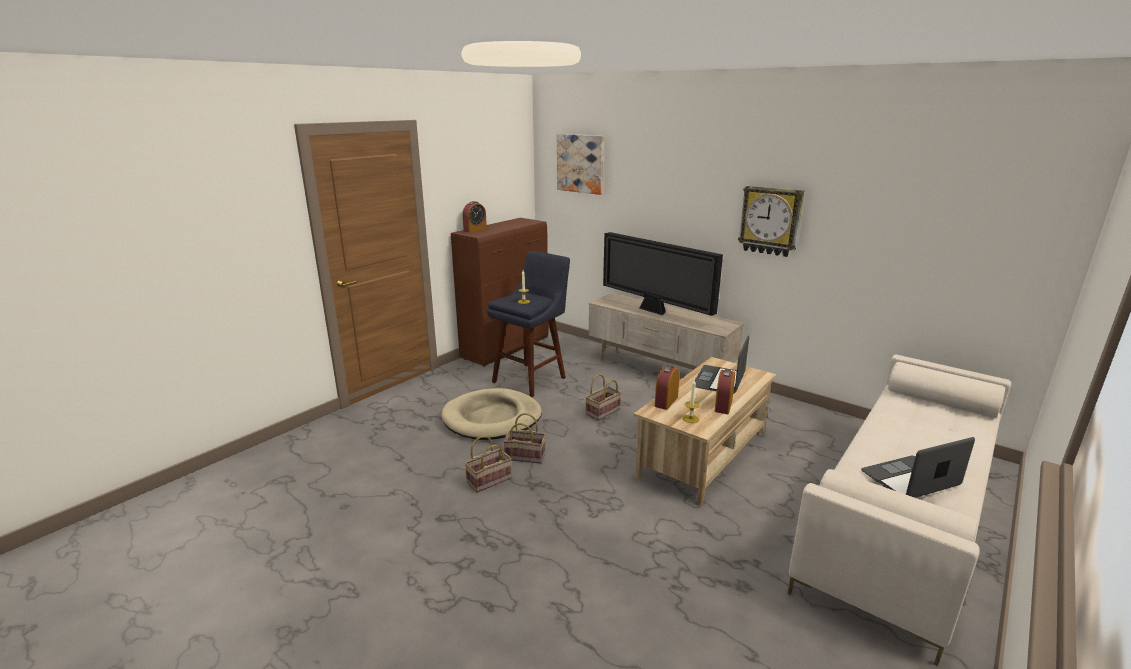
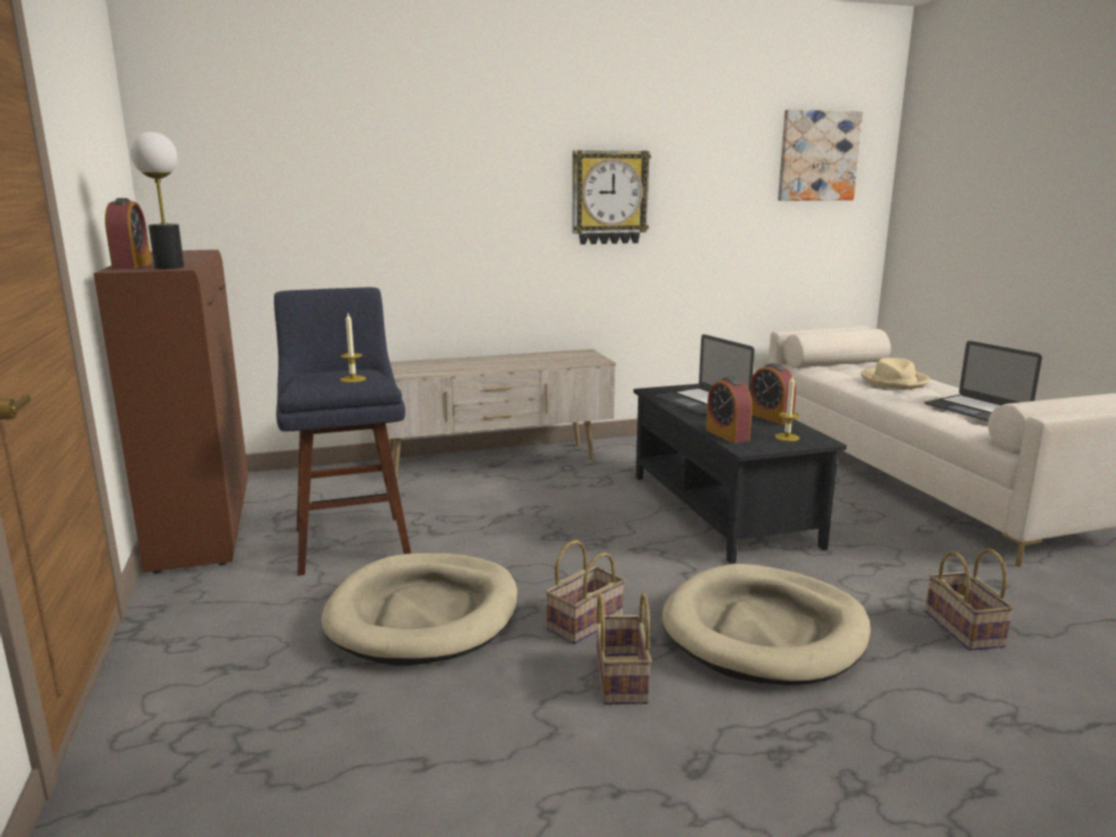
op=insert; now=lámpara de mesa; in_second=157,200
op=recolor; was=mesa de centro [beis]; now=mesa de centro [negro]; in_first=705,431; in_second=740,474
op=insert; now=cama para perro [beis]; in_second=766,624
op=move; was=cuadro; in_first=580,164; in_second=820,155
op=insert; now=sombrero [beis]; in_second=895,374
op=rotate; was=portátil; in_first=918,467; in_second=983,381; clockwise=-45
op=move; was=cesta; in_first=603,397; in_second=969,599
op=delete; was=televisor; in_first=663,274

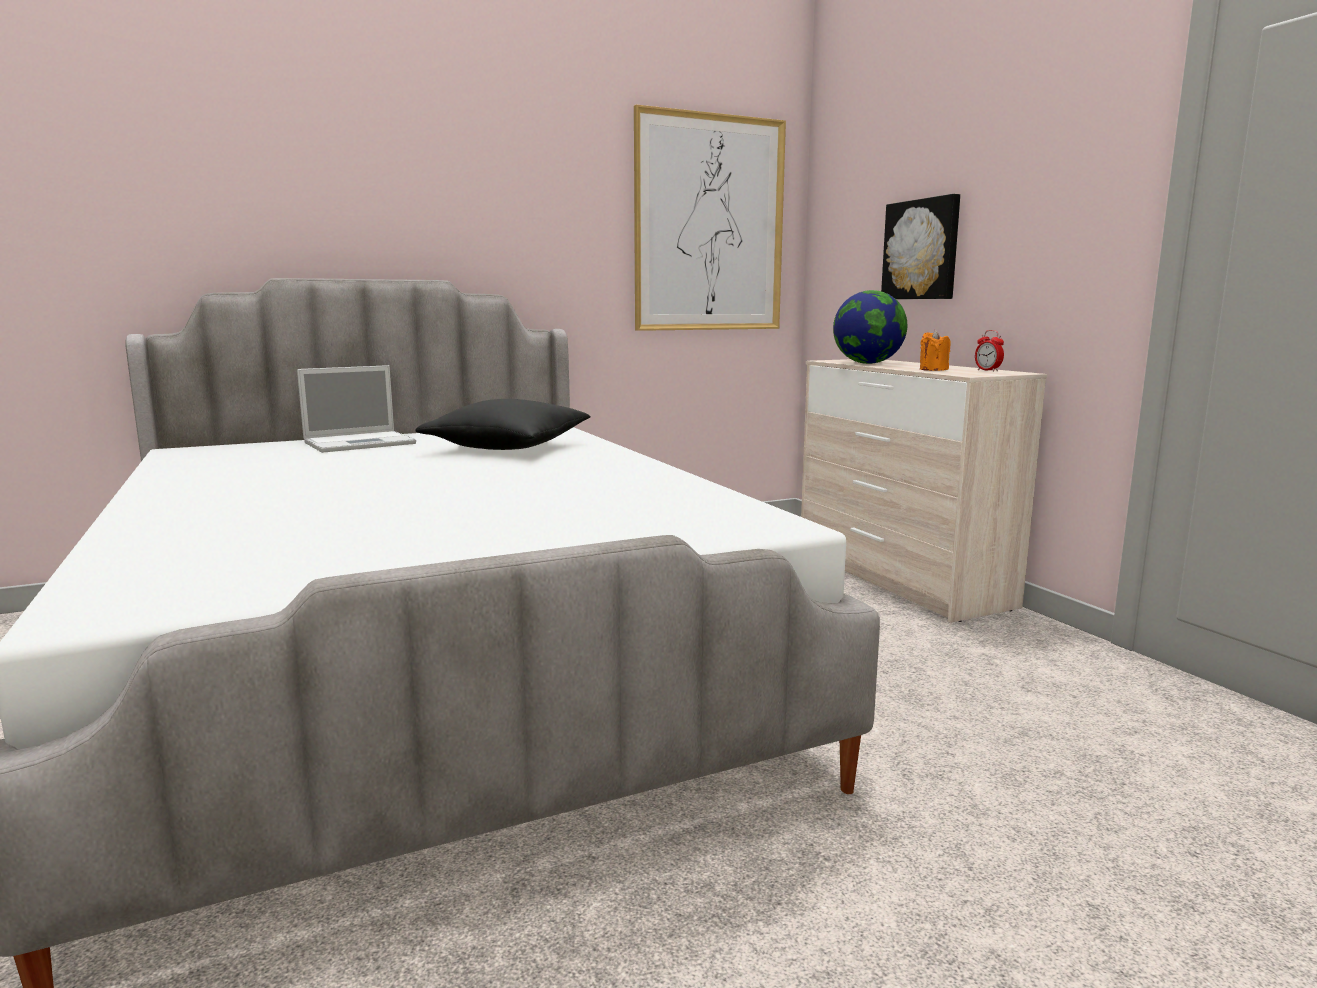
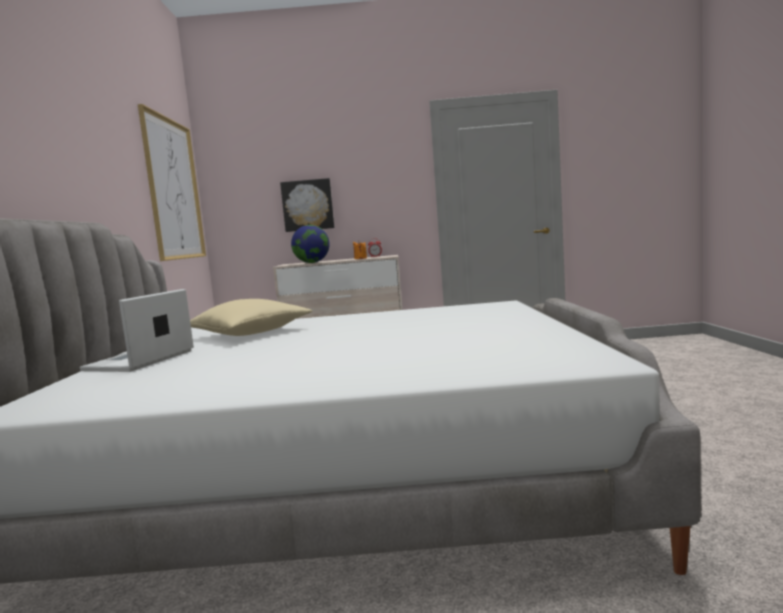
op=rotate; was=portátil; in_first=356,409; in_second=136,330; clockwise=-150
op=recolor; was=cojín [negro]; now=cojín [beis]; in_first=503,424; in_second=251,317

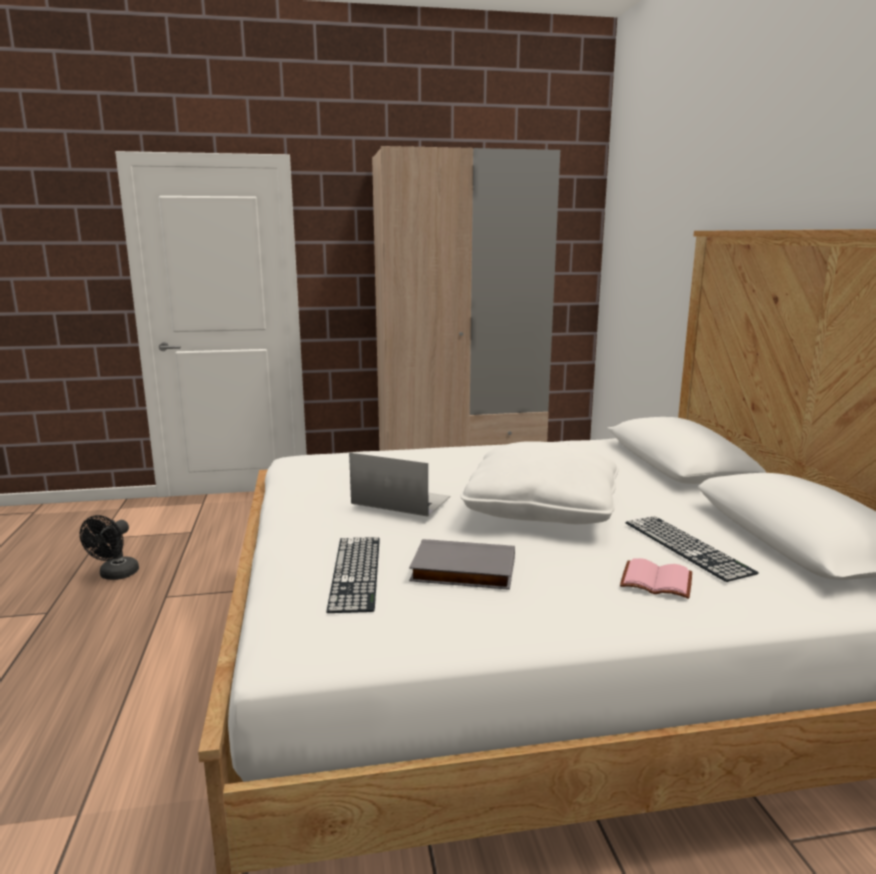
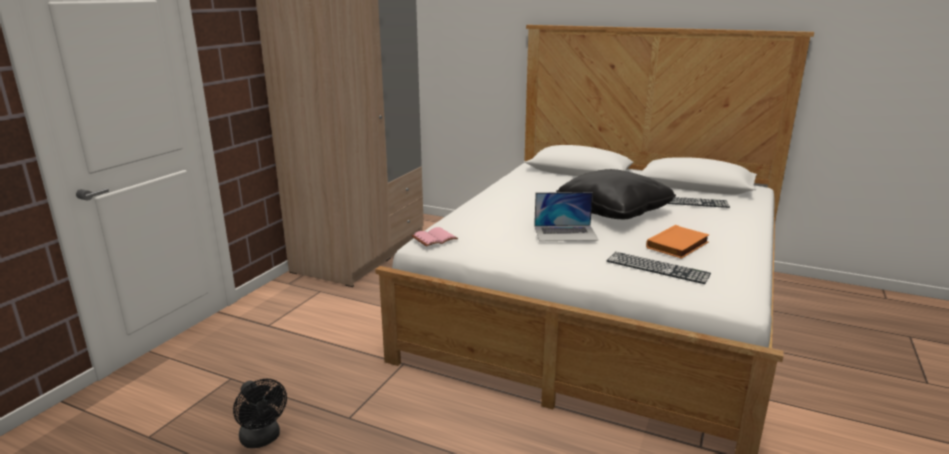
op=move; was=libro [rosa]; in_first=656,578; in_second=435,237
op=rotate; was=portátil; in_first=400,484; in_second=566,216; clockwise=-150
op=recolor; was=cojín [blanco]; now=cojín [negro]; in_first=539,482; in_second=616,194
op=recolor; was=libro [gris]; now=libro [naranja]; in_first=462,564; in_second=677,242

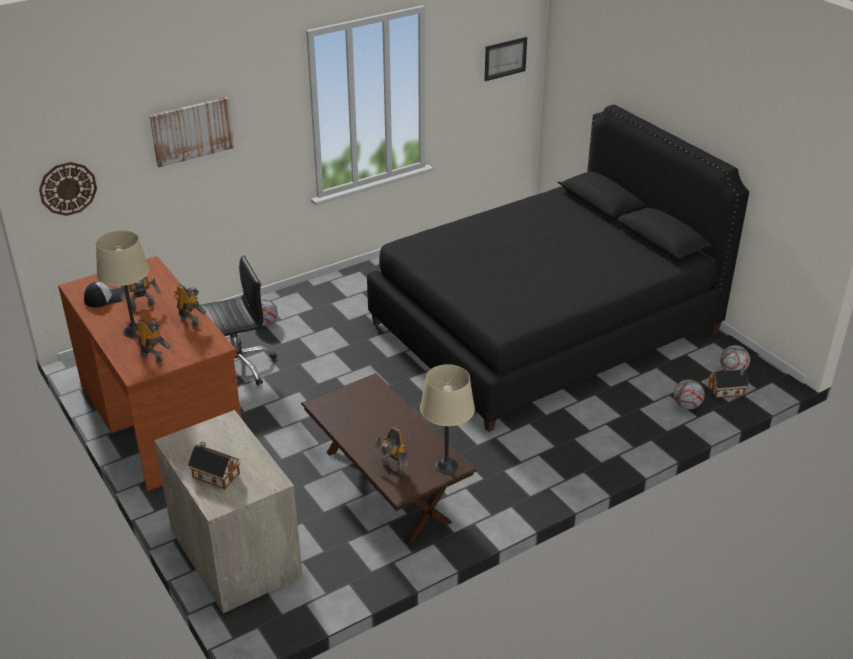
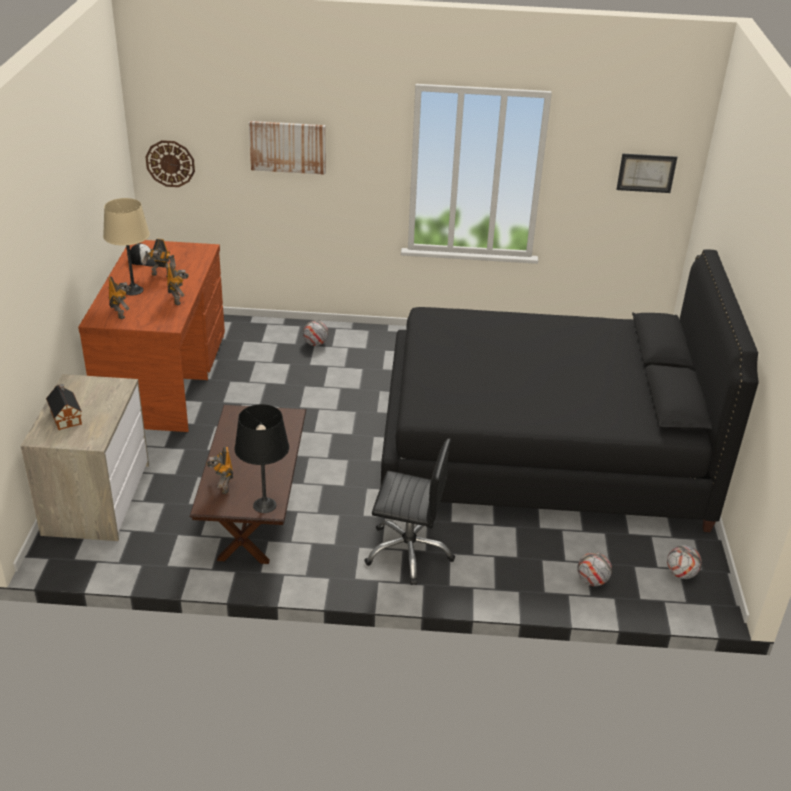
op=recolor; was=lámpara de mesa [beis]; now=lámpara de mesa [negro]; in_first=447,419; in_second=261,458
op=move; was=silla de oficina [negro]; in_first=238,320; in_second=409,512
op=delete; was=casita; in_first=728,383

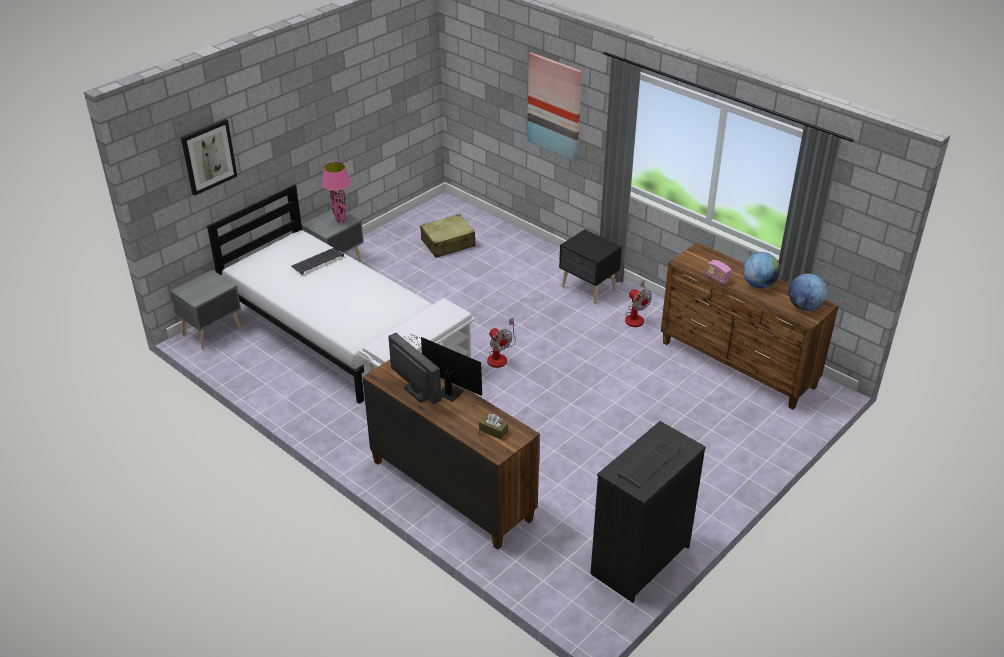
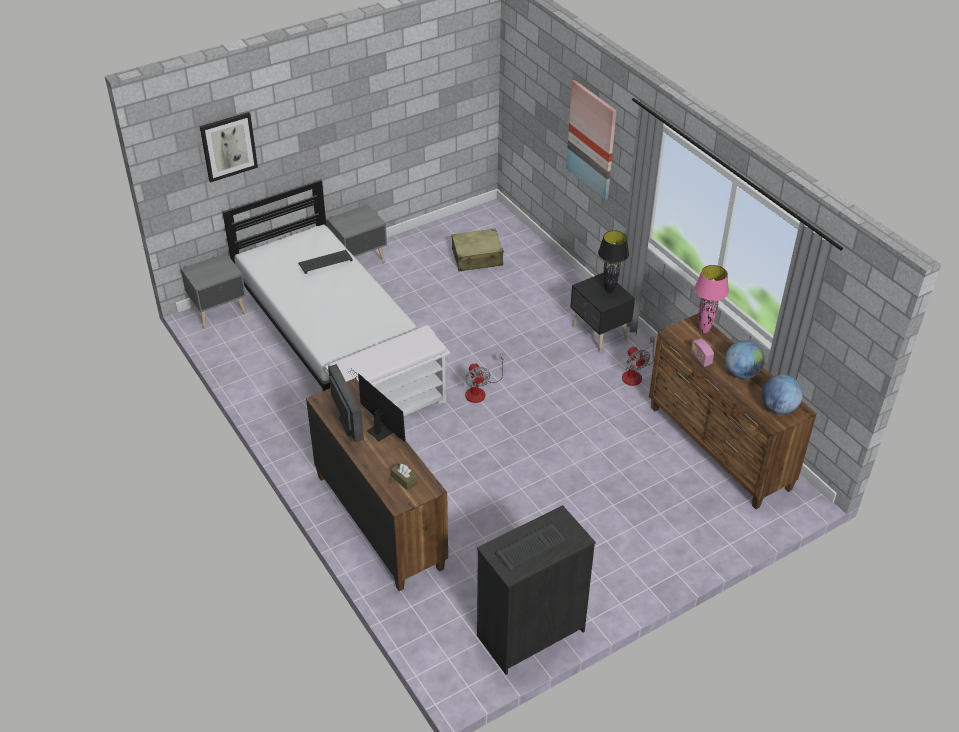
op=insert; now=lámpara de mesa [negro]; in_second=613,261
op=move; was=lámpara de mesa [rosa]; in_first=336,192; in_second=711,299

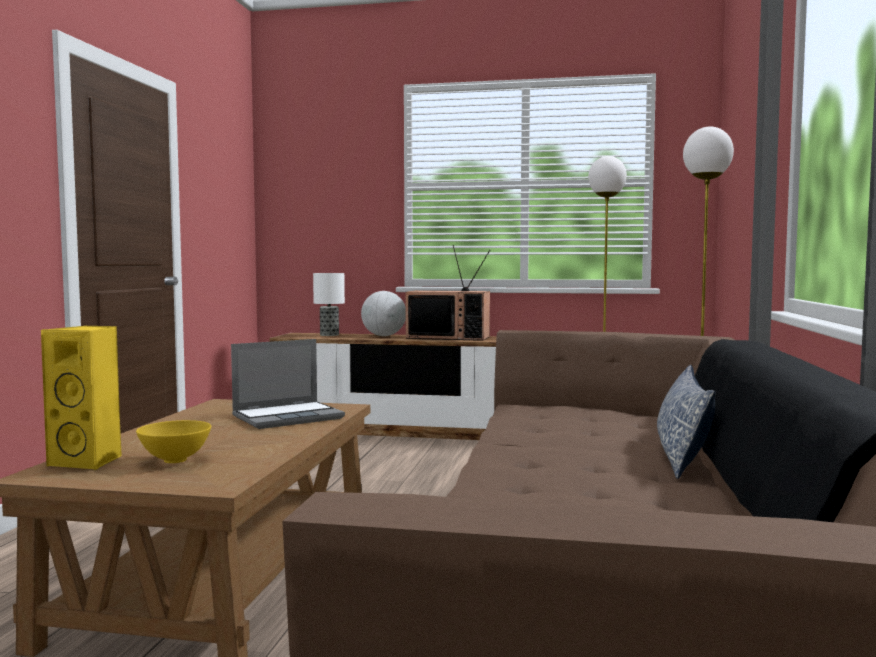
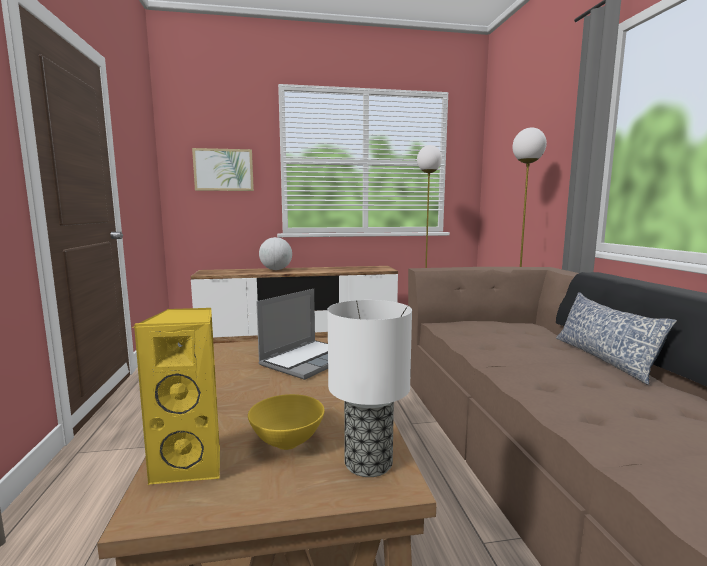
op=insert; now=cuadro; in_second=223,169
op=move; was=lámpara de mesa; in_first=329,304; in_second=369,388
op=delete; was=televisor; in_first=447,293

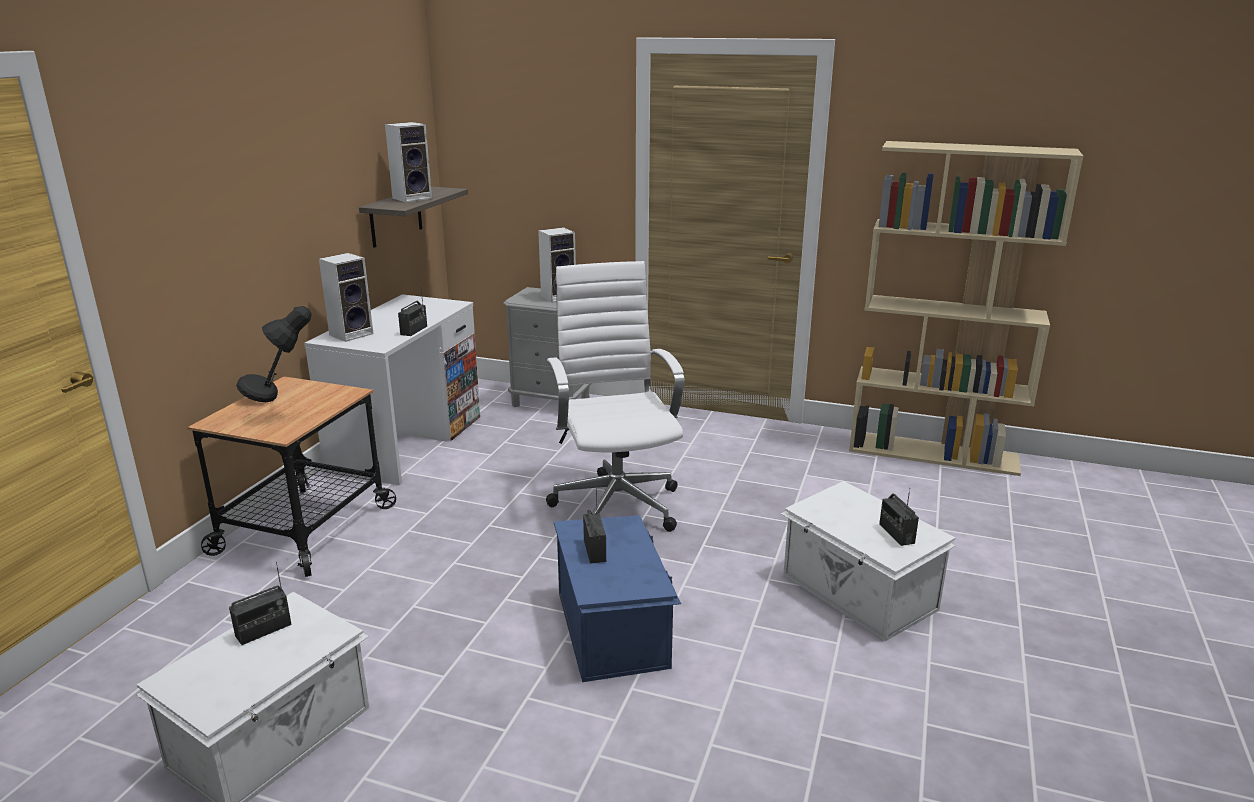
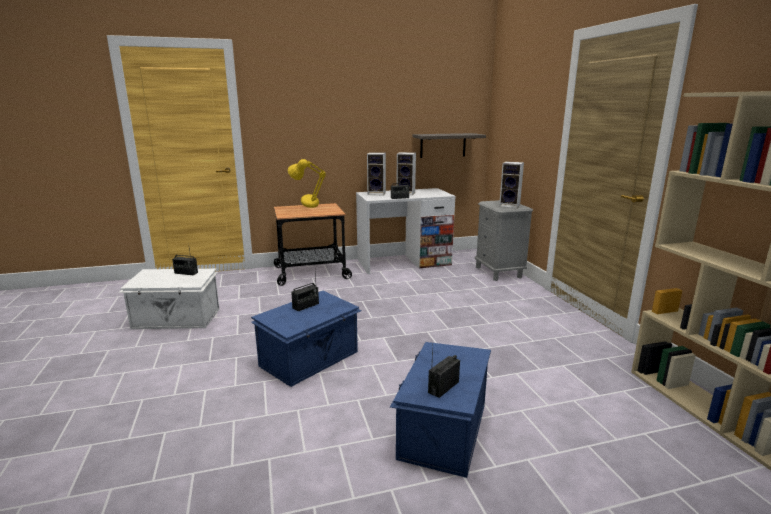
op=recolor; was=lámpara de mesa [negro]; now=lámpara de mesa [amarillo]; in_first=274,354; in_second=307,183
op=recolor; was=caja de almacenaje [blanco]; now=caja de almacenaje [azul]; in_first=868,561; in_second=440,410
op=move; was=altavoz; in_first=408,162; in_second=406,173
op=delete; was=silla de oficina [blanco]; in_first=615,396

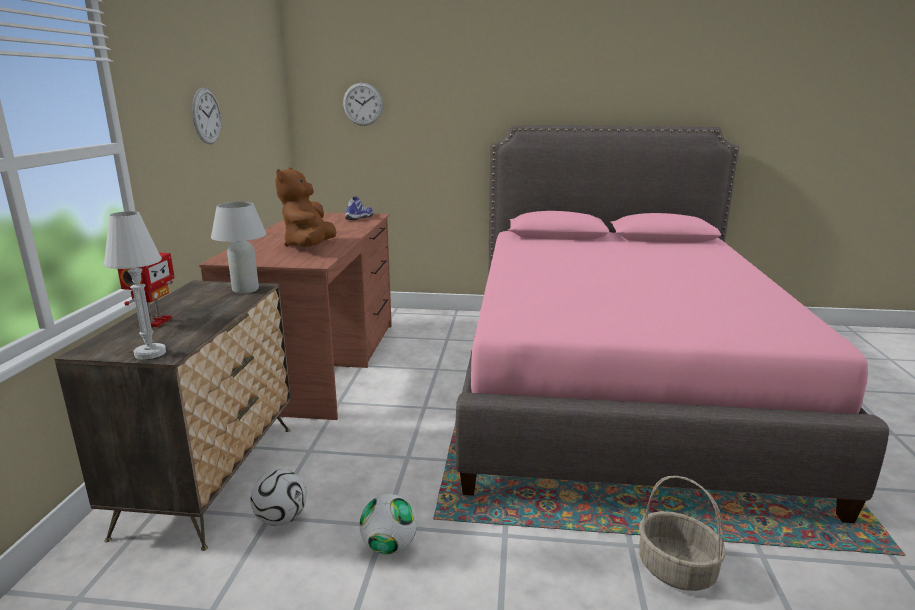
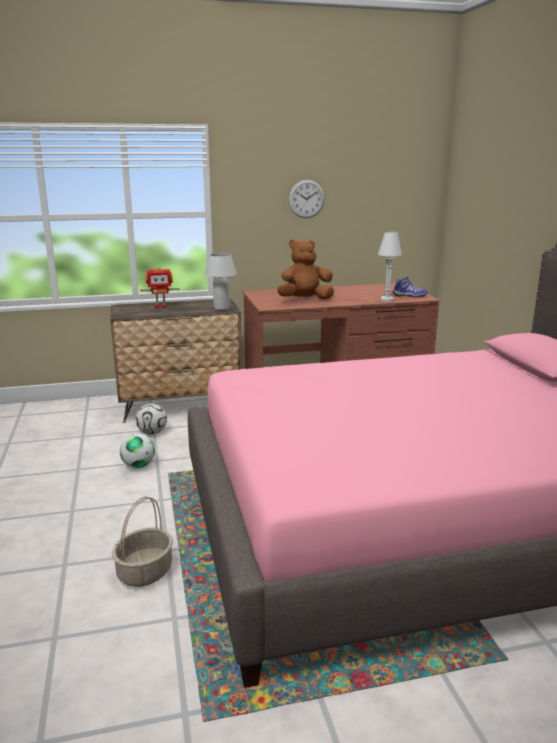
op=move; was=lámpara de mesa [blanco]; in_first=135,285; in_second=390,266
op=delete; was=reloj de pared; in_first=363,104

